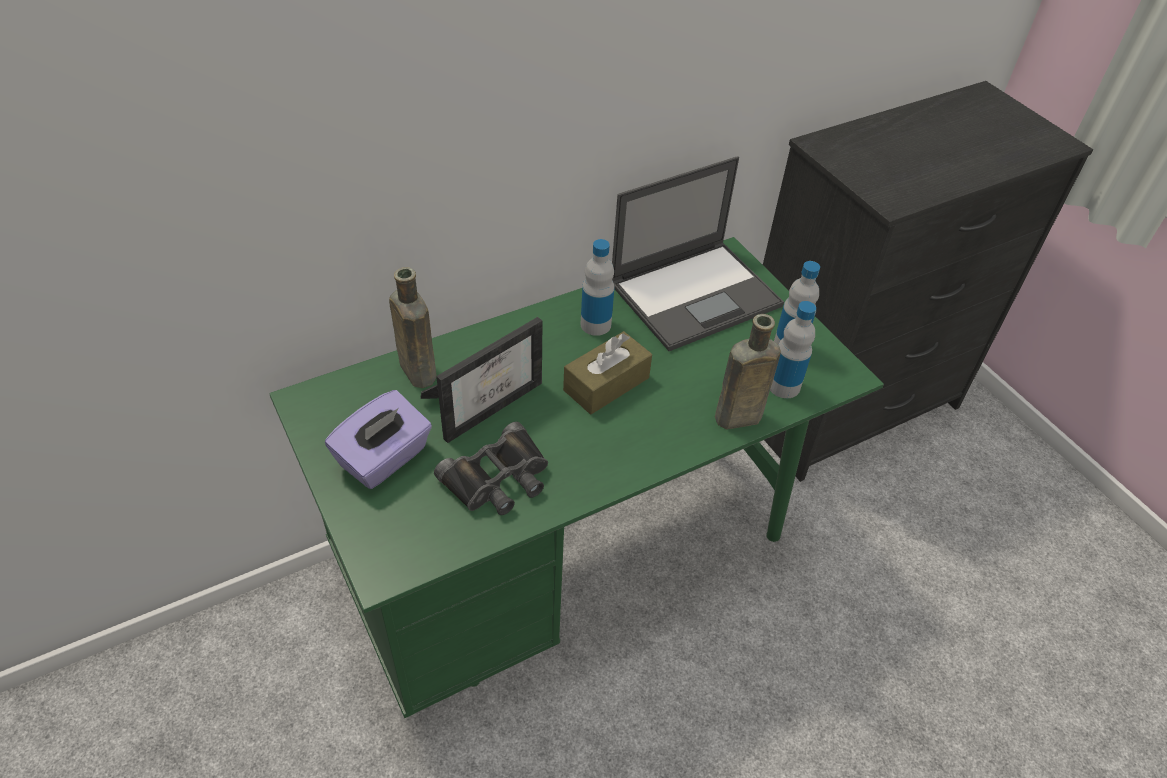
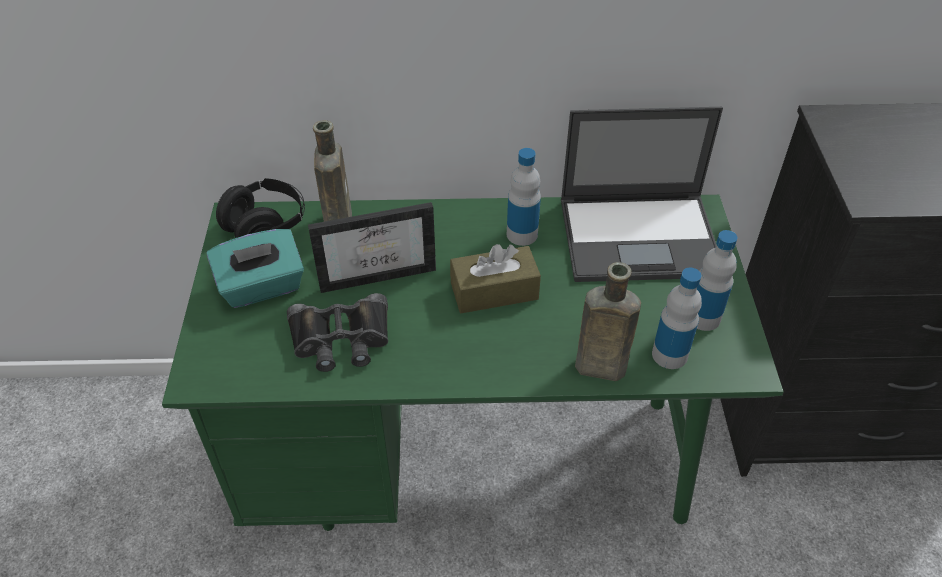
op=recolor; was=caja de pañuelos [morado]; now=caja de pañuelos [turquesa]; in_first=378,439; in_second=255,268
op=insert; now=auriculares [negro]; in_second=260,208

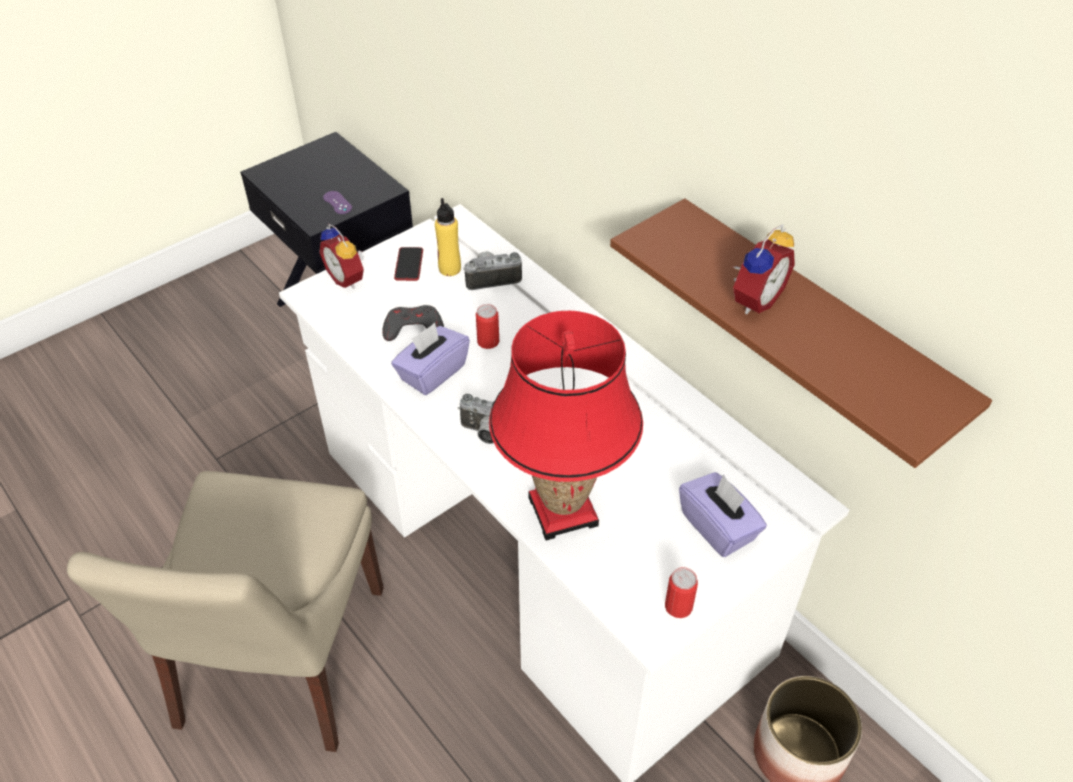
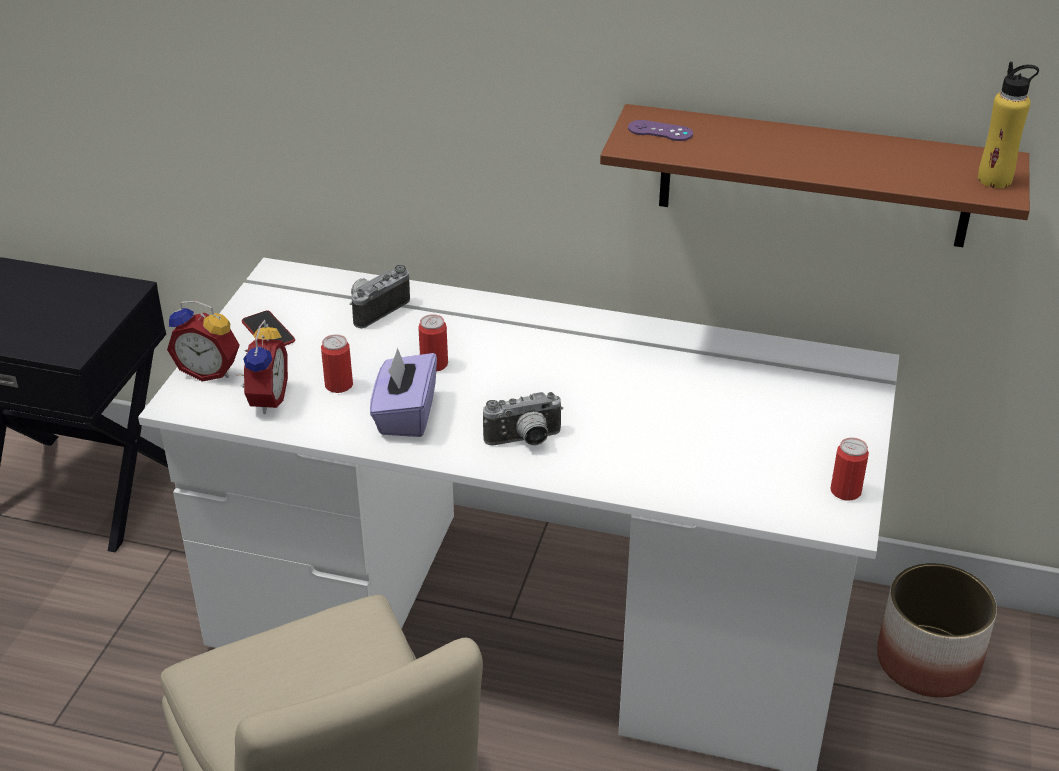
op=move; was=despertador; in_first=763,269; in_second=263,367
op=replace; was=mando de consola [gris]; now=lata; in_first=413,323; in_second=337,363
op=move; was=mando de consola [morado]; in_first=337,202; in_second=660,130
op=move; was=botella [amarillo]; in_first=448,237; in_second=1008,125
op=delete; was=lámpara de mesa [rojo]; in_first=566,425
op=delete; was=caja de pañuelos [morado]; in_first=723,514

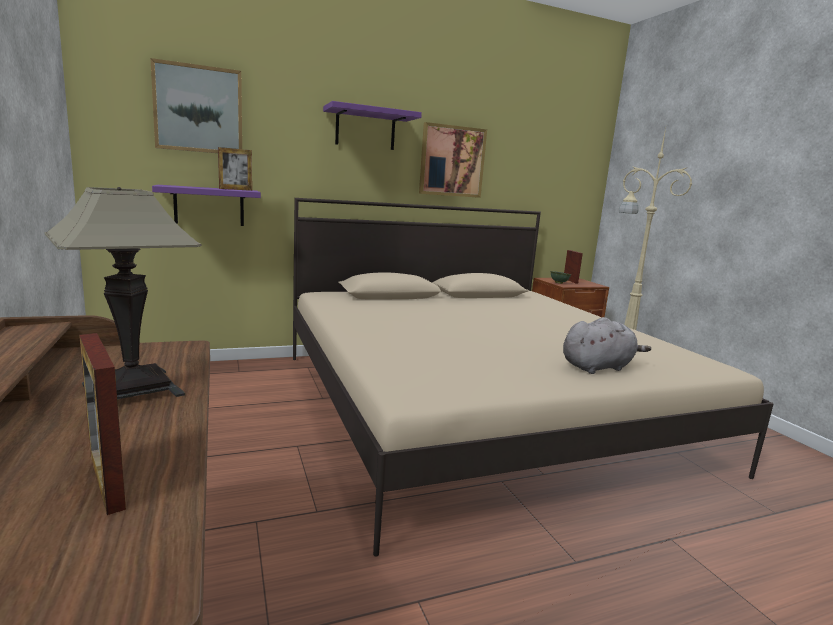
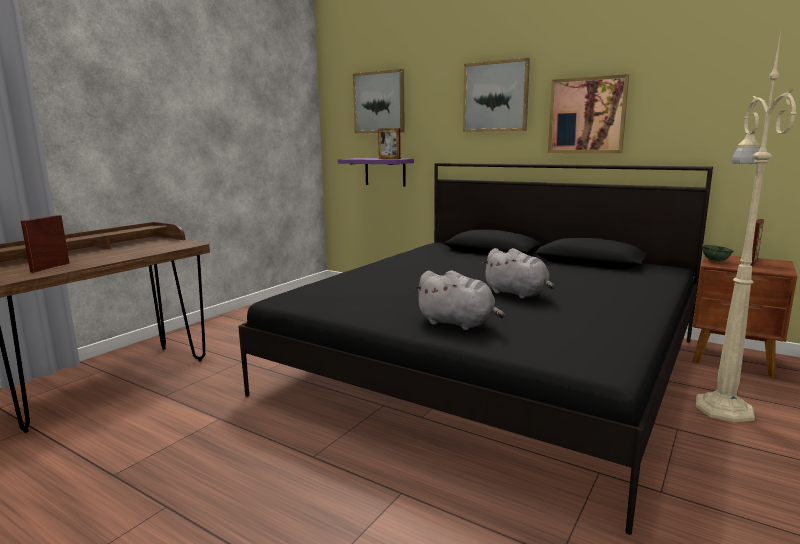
op=recolor; was=cama [beis]; now=cama [negro]; in_first=533,377; in_second=475,349
op=replace; was=estante [morado]; now=cuadro; in_first=372,125; in_second=496,95
op=insert; now=peluche [gris]; in_second=518,273
op=delete; was=lámpara de mesa; in_first=123,293

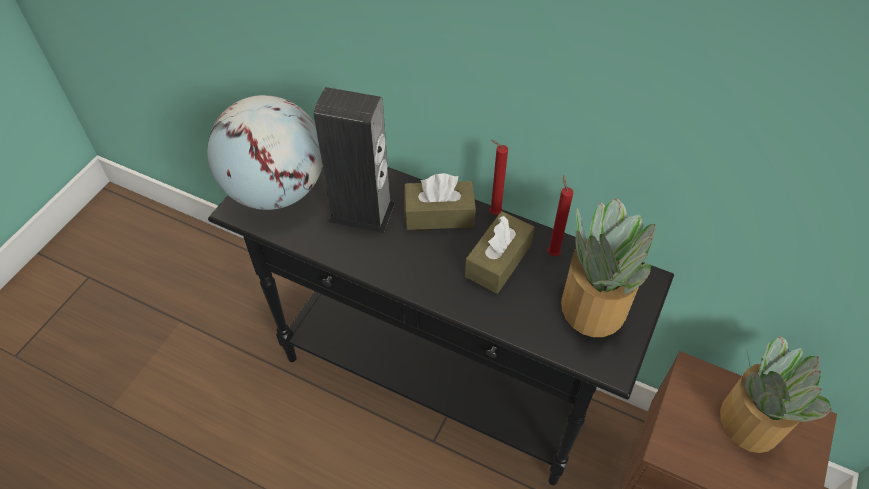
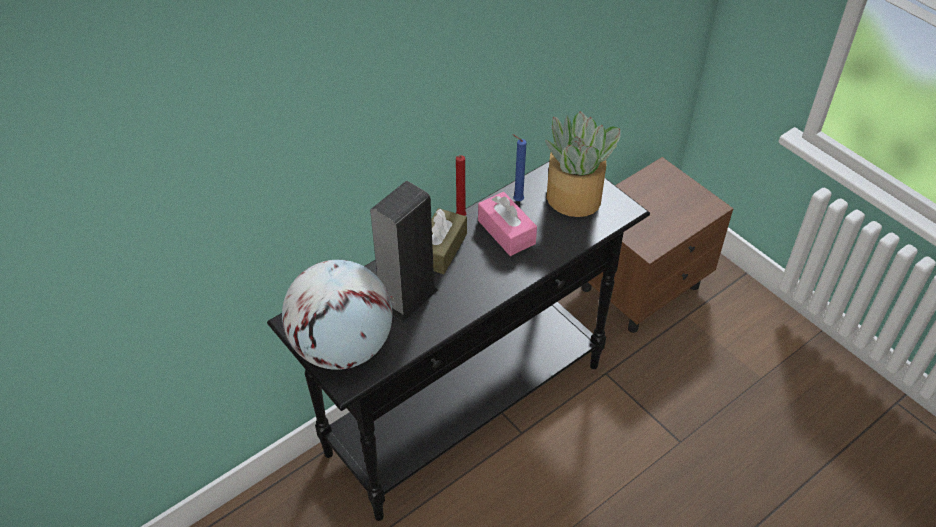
op=recolor; was=caja de pañuelos [marrón]; now=caja de pañuelos [rosa]; in_first=500,252; in_second=507,224
op=recolor; was=vela [rojo]; now=vela [azul]; in_first=560,215; in_second=519,167
op=delete; was=planta en maceta; in_first=775,395

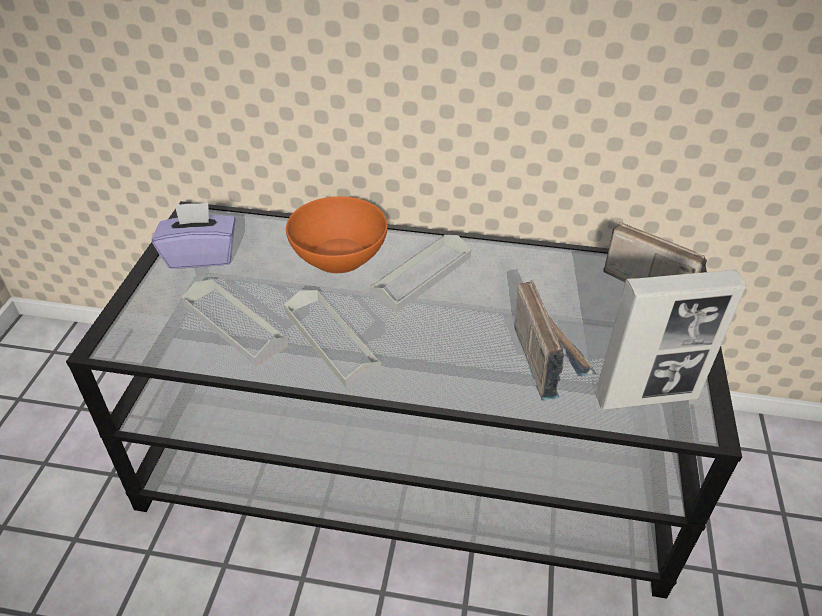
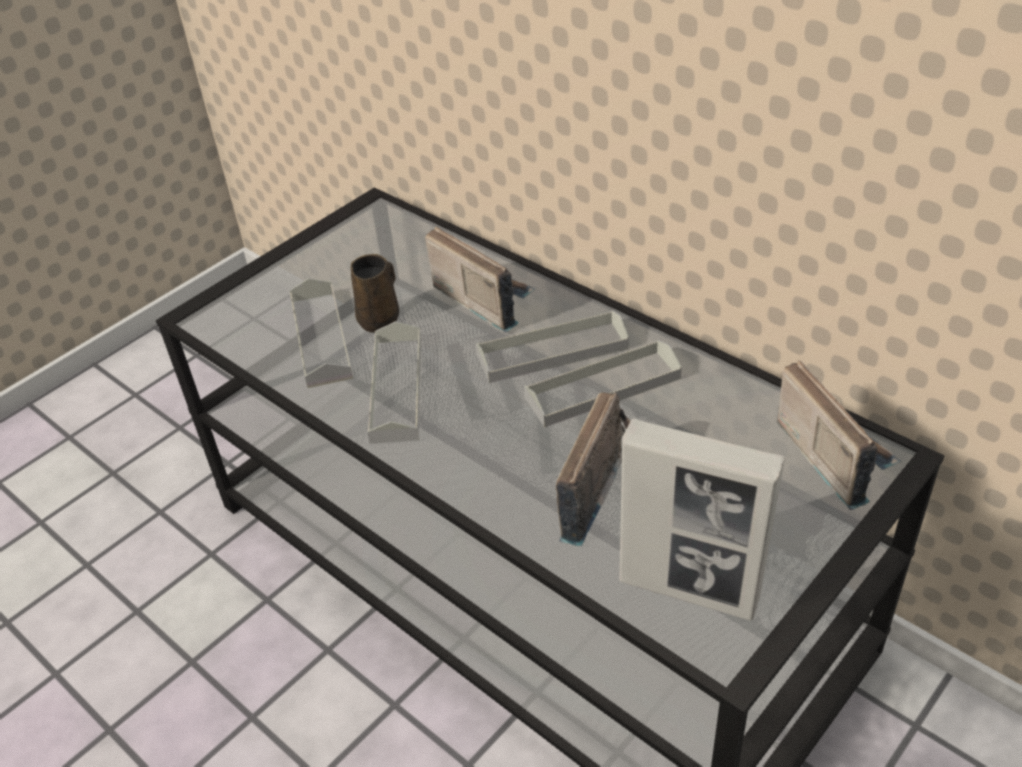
op=insert; now=taza grande [marrón]; in_second=375,293
op=replace; was=cuenco [naranja]; now=radio; in_first=337,234; in_second=480,280
op=insert; now=bandeja [gris]; in_second=603,383
op=delete; was=caja de pañuelos [morado]; in_first=194,235

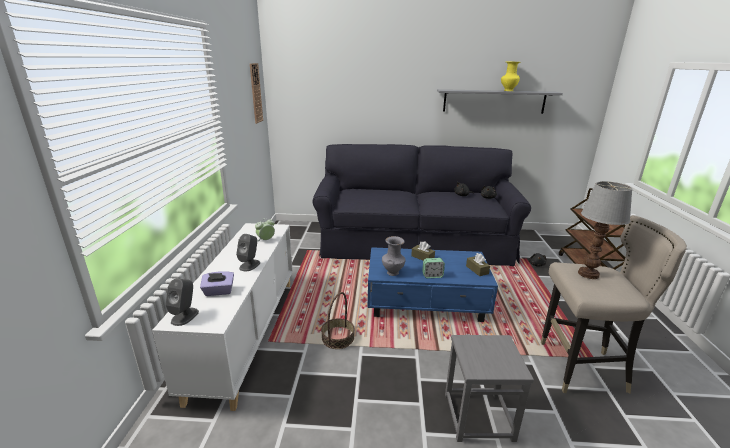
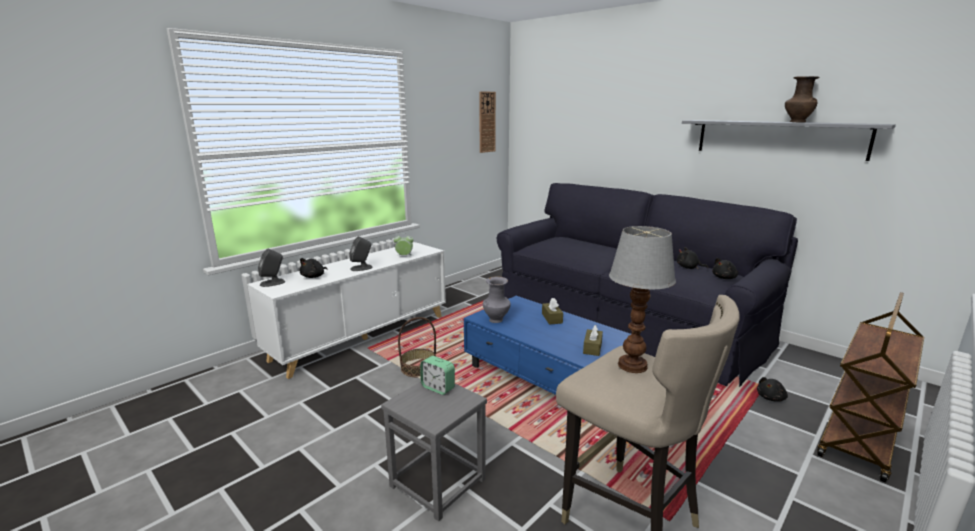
op=replace; was=caja de pañuelos [morado]; now=peluche [negro]; in_first=217,283; in_second=313,268
op=move; was=despertador; in_first=433,268; in_second=437,375
op=recolor; was=florero [amarillo]; now=florero [marrón]; in_first=510,76; in_second=802,99

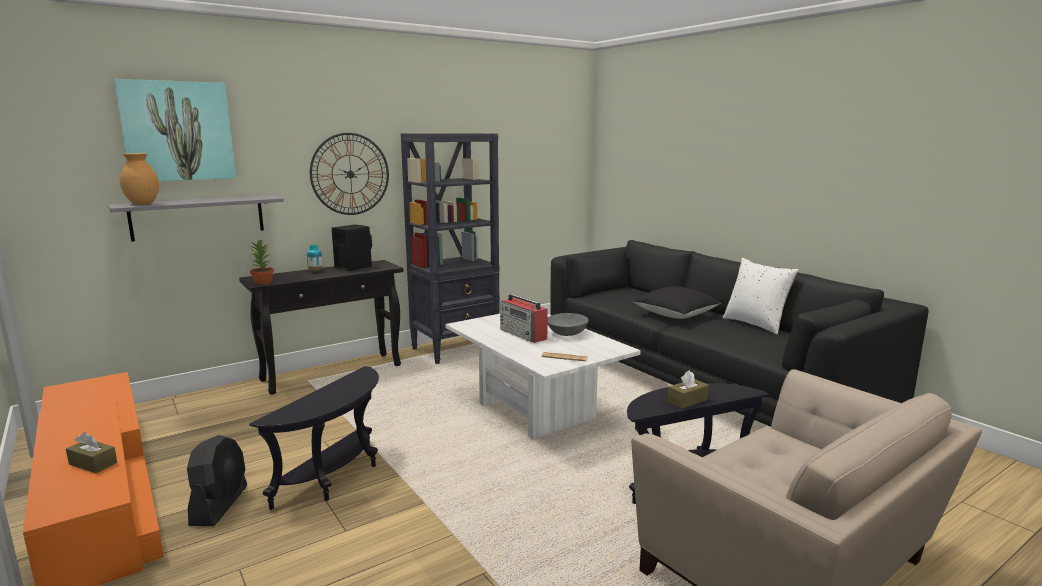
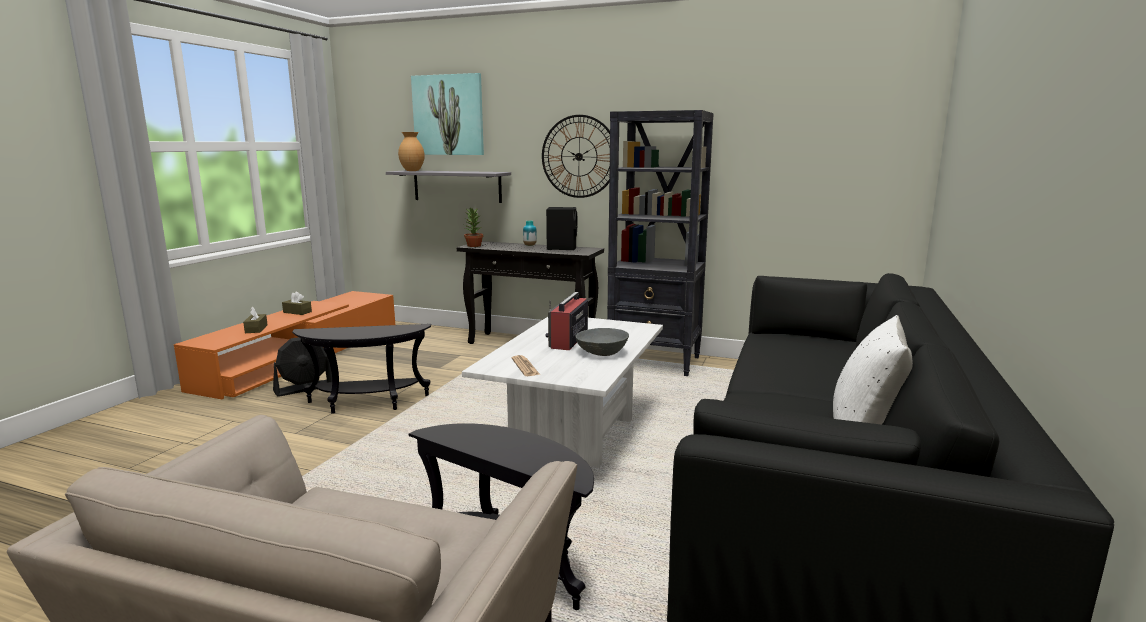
op=move; was=caja de pañuelos [marrón]; in_first=688,389; in_second=297,303
op=delete; was=cojín [negro]; in_first=677,302

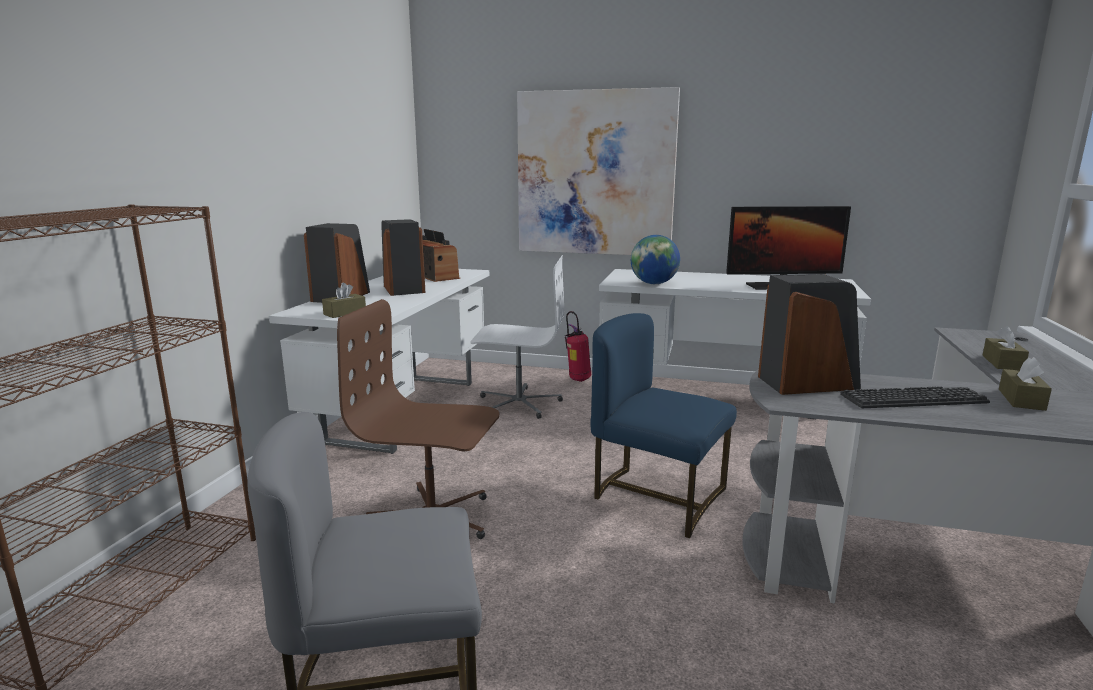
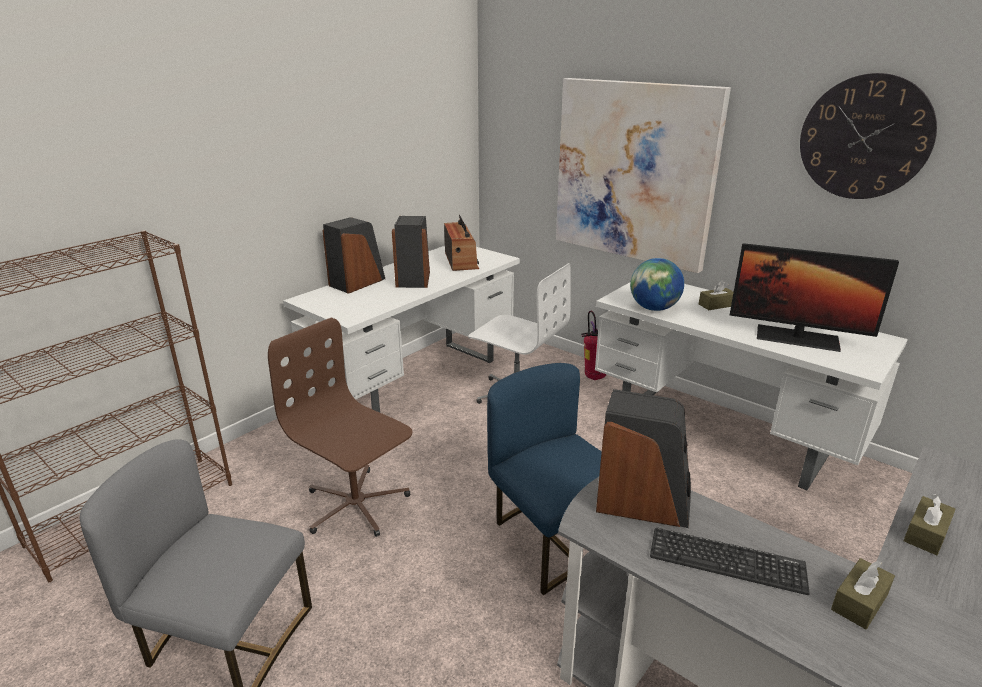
op=move; was=caja de pañuelos [marrón]; in_first=344,300; in_second=716,295
op=insert; now=reloj de pared; in_second=868,136

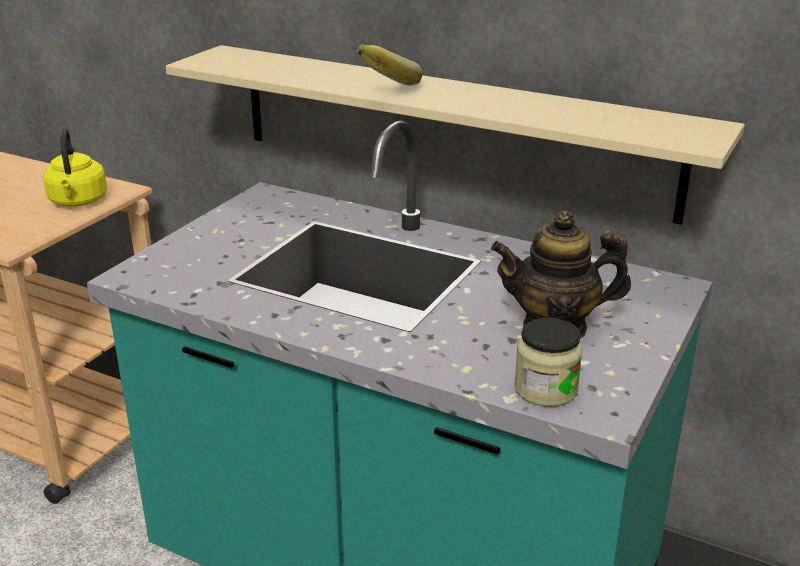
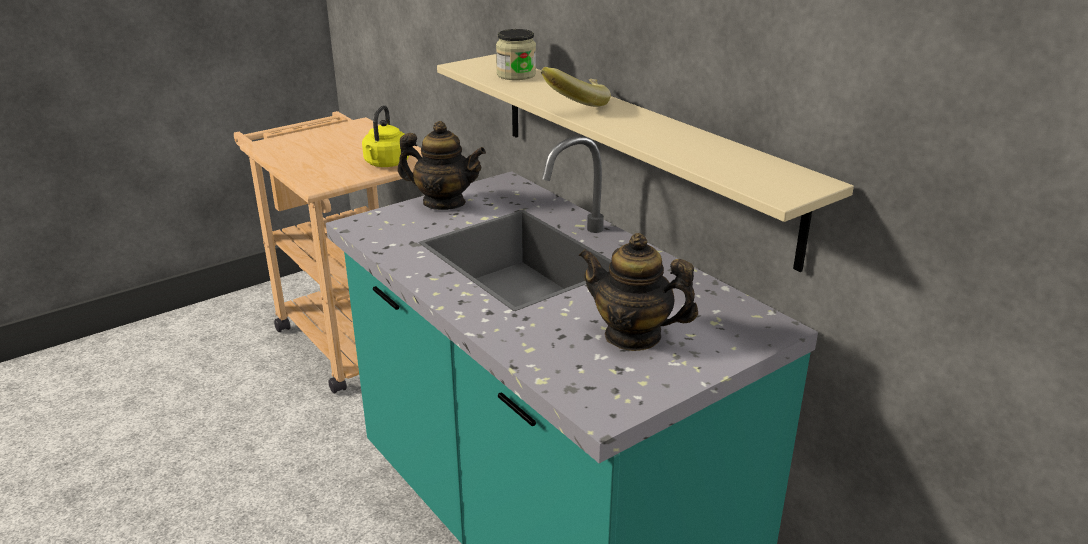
op=insert; now=tetera; in_second=441,165
op=move; was=tarro; in_first=548,362; in_second=516,54

